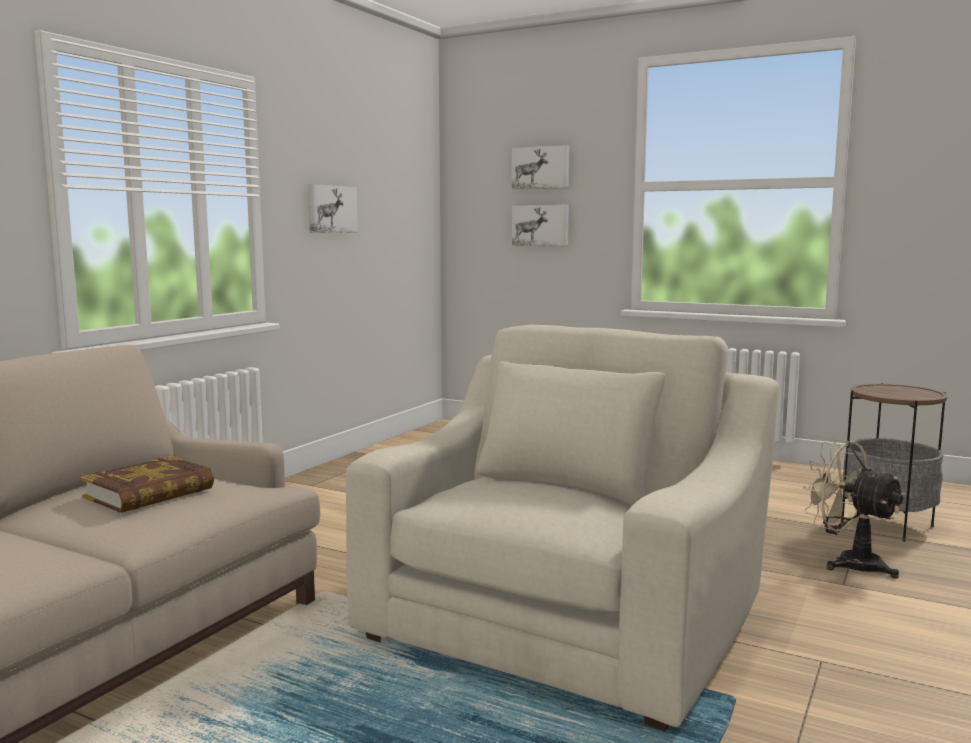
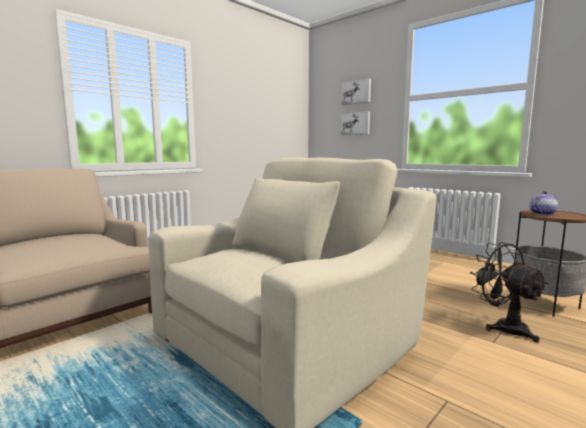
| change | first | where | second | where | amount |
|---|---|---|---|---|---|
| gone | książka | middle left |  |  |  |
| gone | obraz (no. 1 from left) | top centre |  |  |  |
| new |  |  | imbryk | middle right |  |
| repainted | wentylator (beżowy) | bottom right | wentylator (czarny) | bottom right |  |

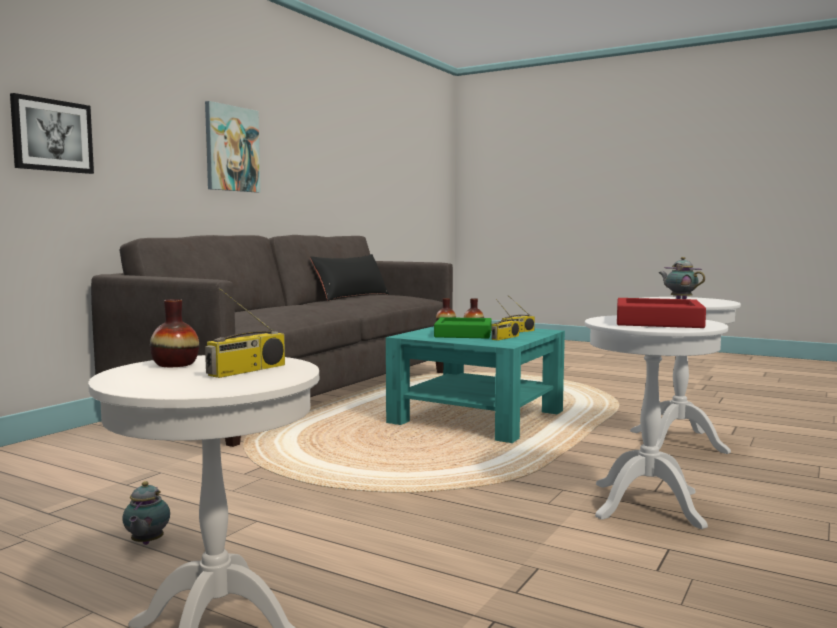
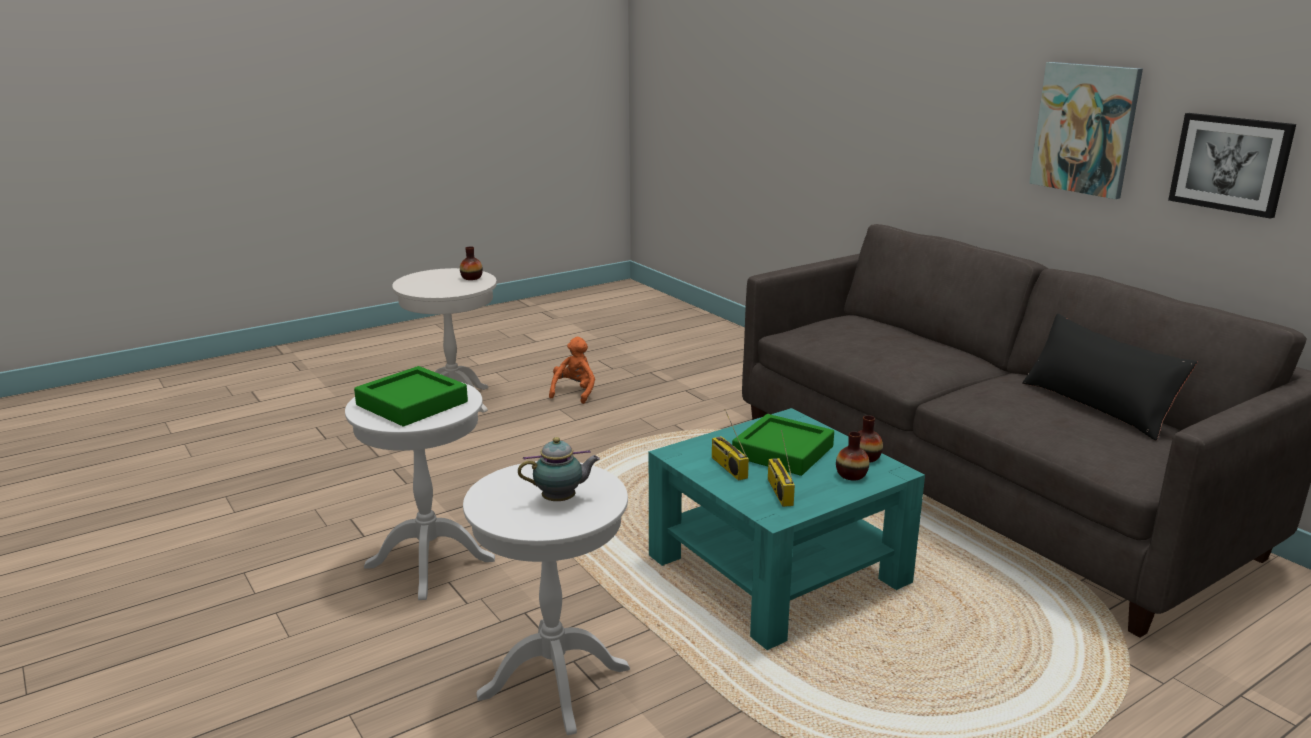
| change | first | where | second | where | amount |
|---|---|---|---|---|---|
| gone | radio (no. 1 from left) | middle left |  |  |  |
| shifted | obraz (no. 1 from left in the first image) | top left | obraz (no. 2 from left) | top right |  |
| swapped | imbryk (no. 1 from left) | bottom left | pluszak (pomarańczowy) | centre |  |
| repainted | taca (czerwony) | middle right | taca (zielony) (no. 1 from left) | middle left |  |

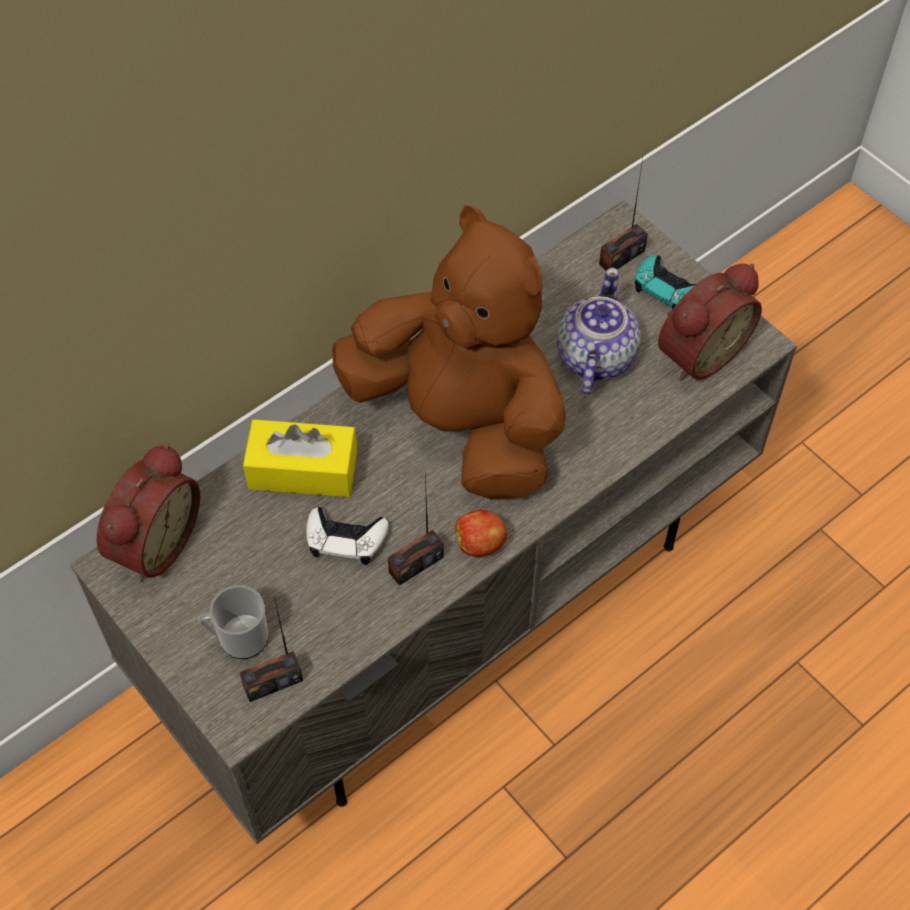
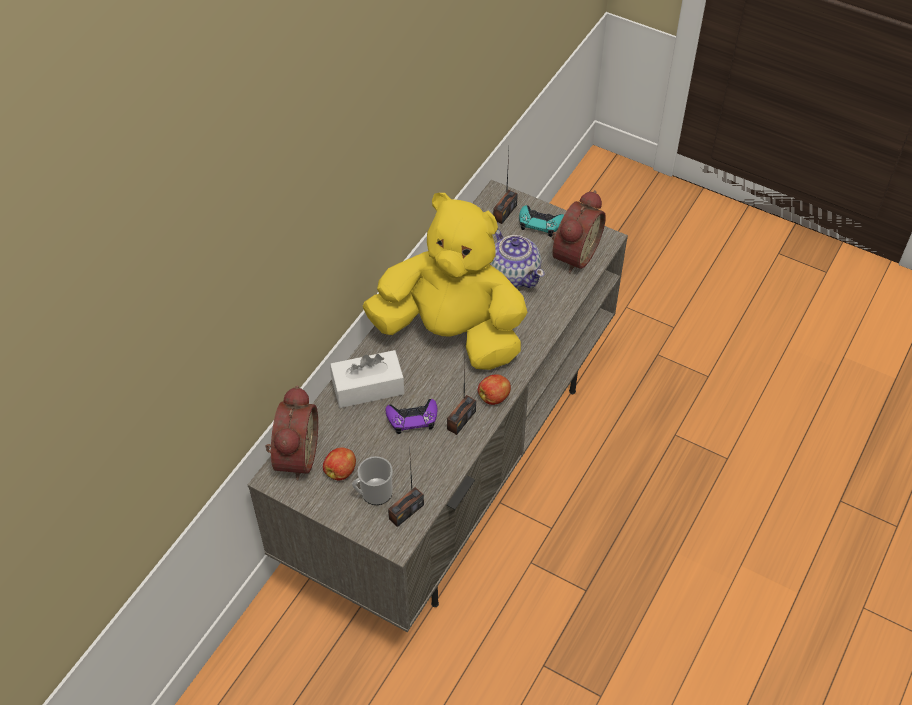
| change | first | where | second | where | amount |
|---|---|---|---|---|---|
| new |  |  | jabłko (no. 1 from left) | centre |  |
| repainted | pudełko chusteczek (żółty) | middle left | pudełko chusteczek (biały) | centre |  |
| repainted | pad do gier (biały) | centre | pad do gier (fioletowy) | centre |  |
| repainted | pluszak (brązowy) | centre | pluszak (żółty) | centre |  |
| rotated | imbryk | centre |  | centre | 150 degrees clockwise |

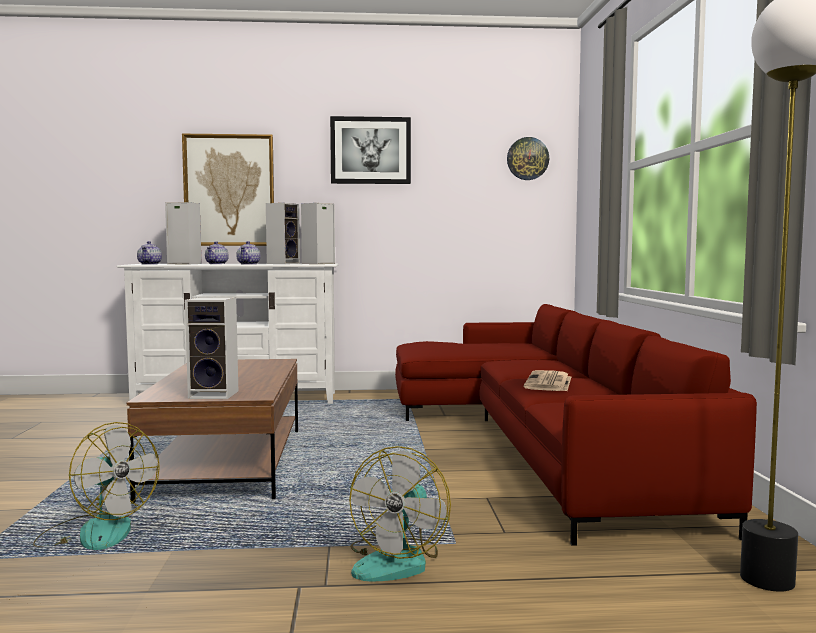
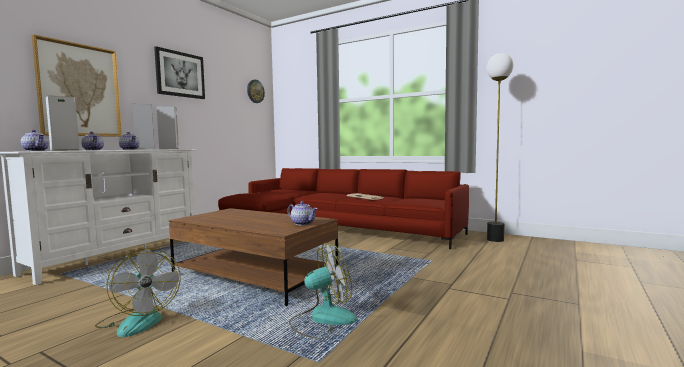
| change | first | where | second | where | amount |
|---|---|---|---|---|---|
| shifted | wentylator (no. 2 from left in the first image) | bottom centre | wentylator (no. 1 from left) | bottom left |  |
| swapped | głośnik (no. 2 from left) | middle left | imbryk (no. 4 from left) | centre |  |

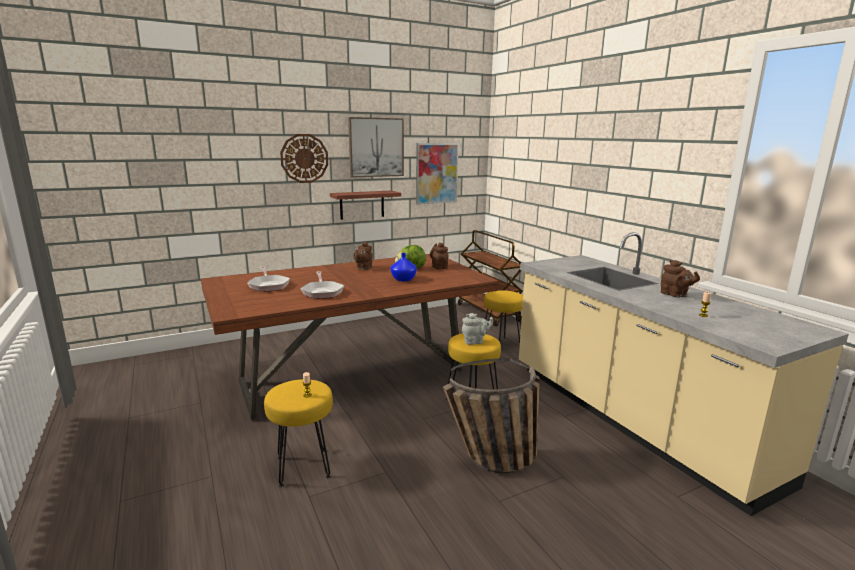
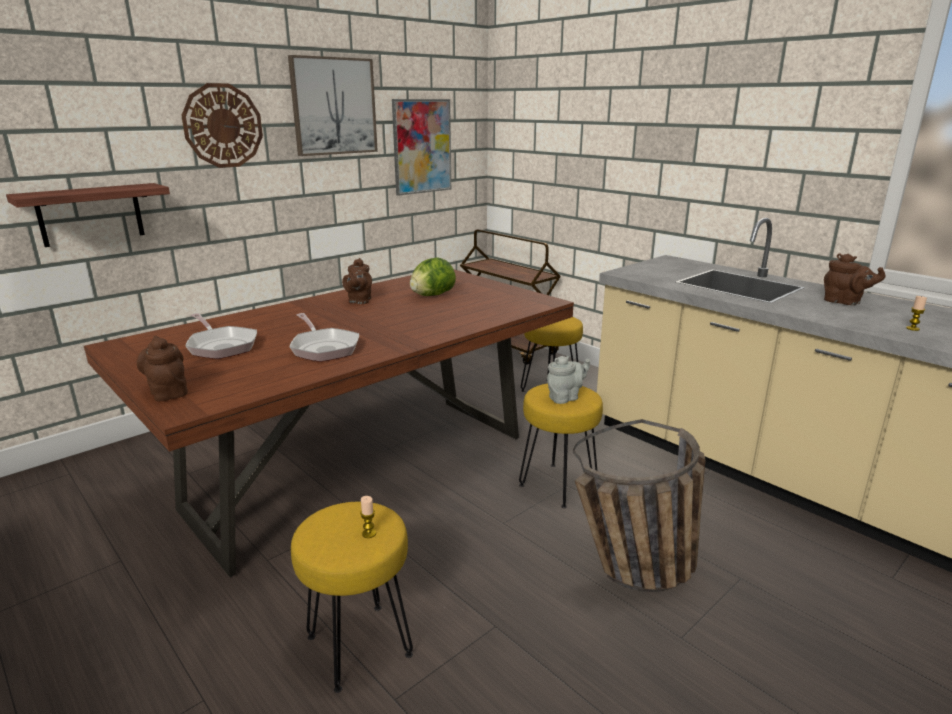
| change | first | where | second | where | amount |
|---|---|---|---|---|---|
| gone | wazon (niebieski) | centre |  |  |  |
| shifted | półka | centre |  | top left |  |
| shifted | imbryk (brązowy) (no. 2 from left in the first image) | centre | imbryk (brązowy) (no. 1 from left) | middle left |  |

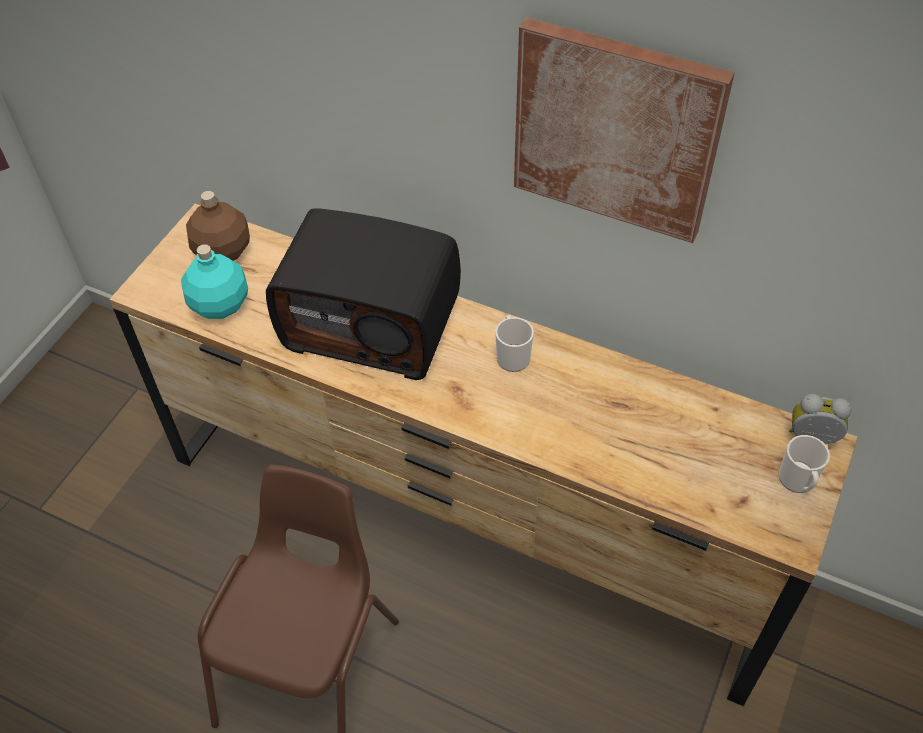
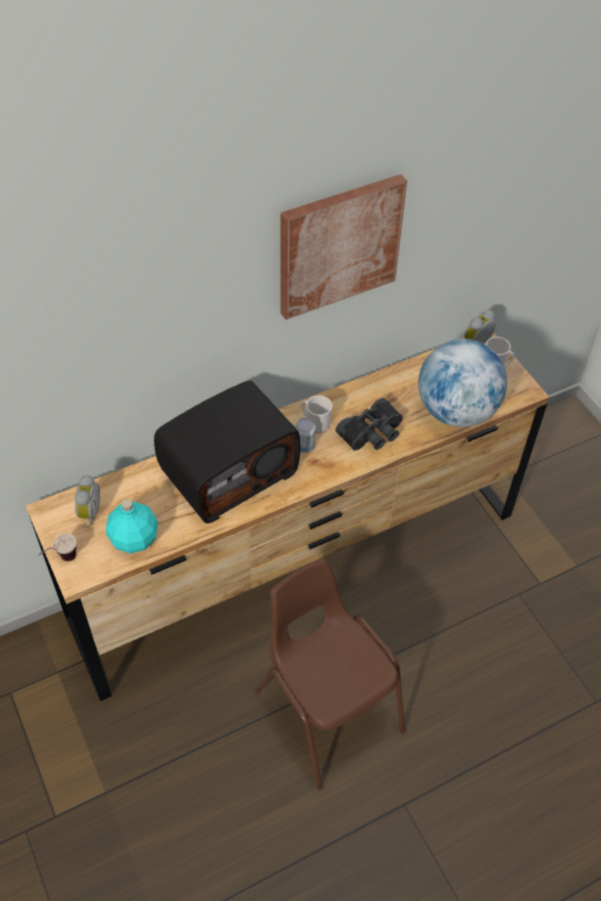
| change | first | where | second | where | amount |
|---|---|---|---|---|---|
| new |  |  | filiżanka | middle left |  |
| new |  |  | puszka | centre |  |
| new |  |  | lornetka (czarny) | centre |  |
| new |  |  | globus | middle right |  |
| swapped | butelka (brązowy) | top left | budzik (no. 1 from left) | middle left |  |

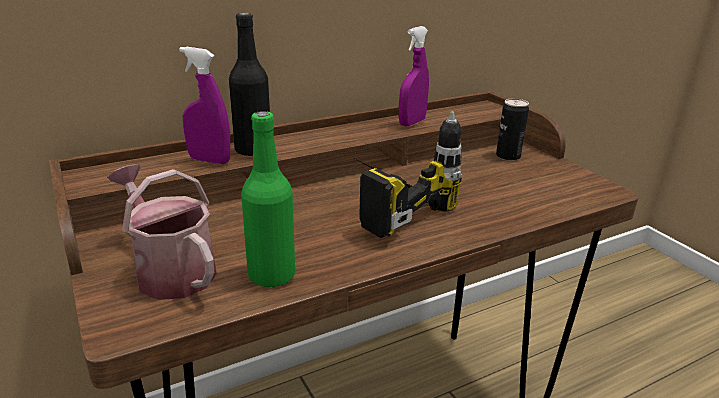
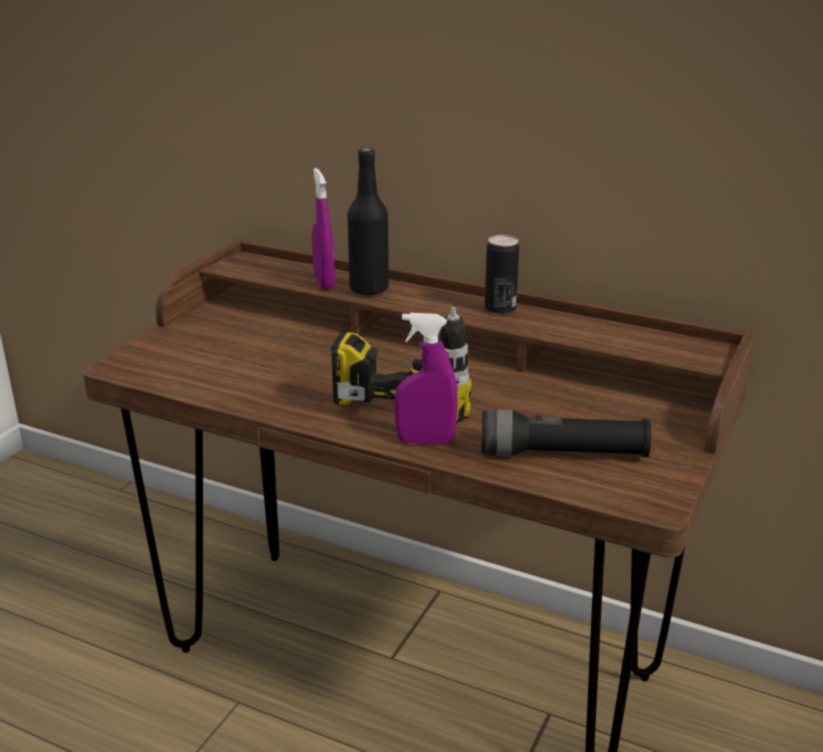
| change | first | where | second | where | amount |
|---|---|---|---|---|---|
| gone | konewka | middle left |  |  |  |
| gone | butelka (zielony) | centre |  |  |  |
| new |  |  | latarka (czarny) | middle right |  |
| shifted | spryskiwacz (fioletowy) (no. 2 from left) | top centre |  | centre |  |
| shifted | puszka | top right |  | centre |  |

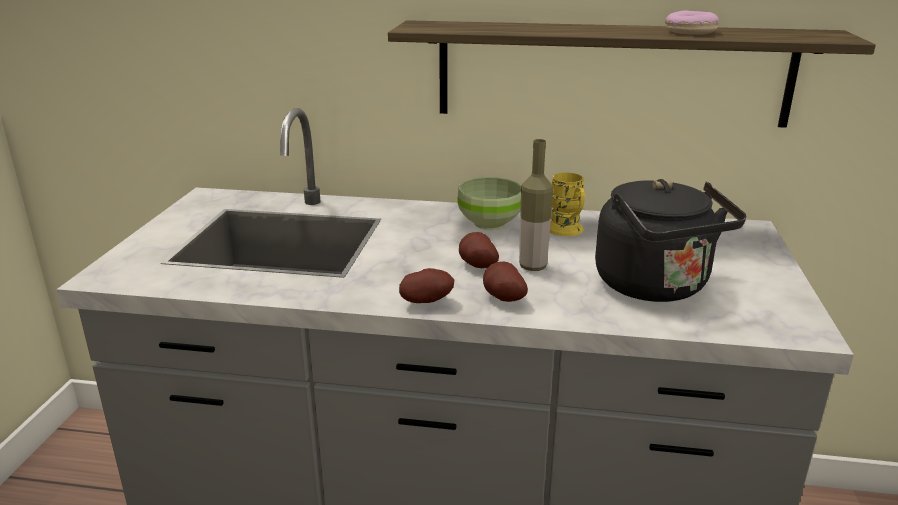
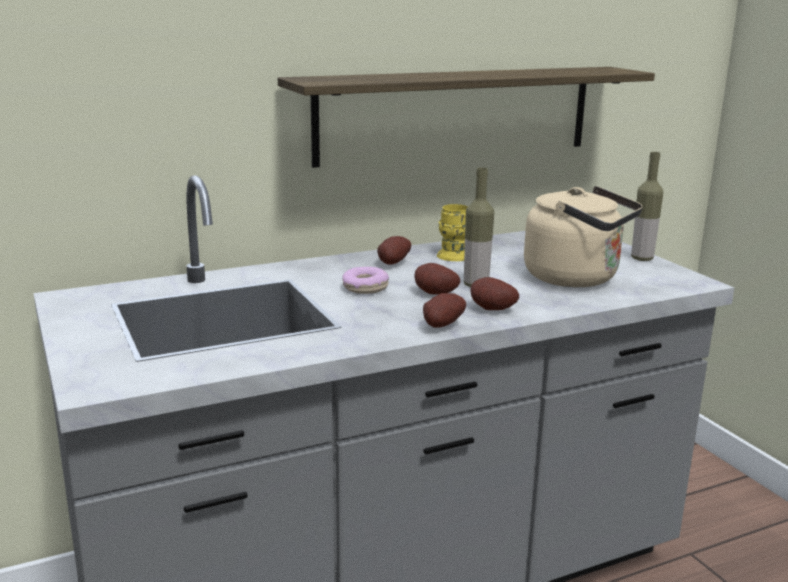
| change | first | where | second | where | amount |
|---|---|---|---|---|---|
| new |  |  | butelka (no. 2 from left) | middle right |  |
| shifted | donut | top right |  | centre |  |
| swapped | miska (zielony) | centre | ziemniak (no. 1 from left) | centre |  |
| repainted | czajnik (czarny) | middle right | czajnik (beżowy) | middle right |  |

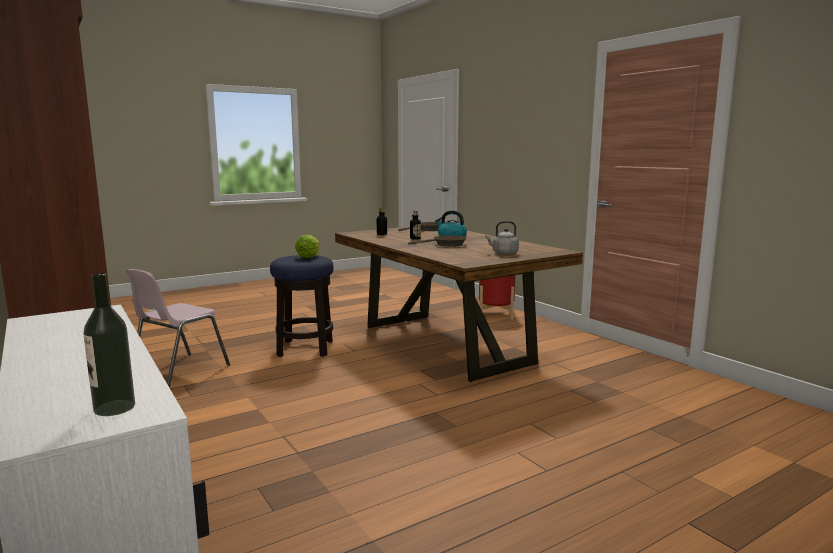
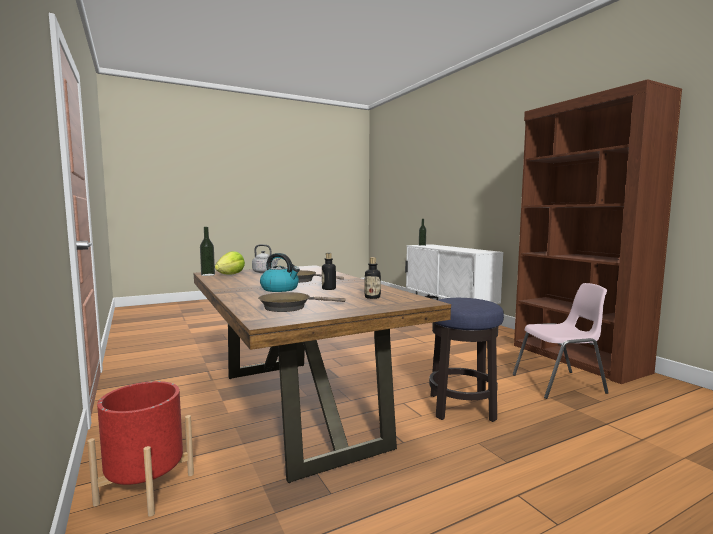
| change | first | where | second | where | amount |
|---|---|---|---|---|---|
| new |  |  | butelka (no. 1 from left) | middle left |  |
| shifted | sałata | centre |  | middle left |  |
| rotated | krzesło (różowy) | middle left |  | middle right | 45 degrees clockwise |

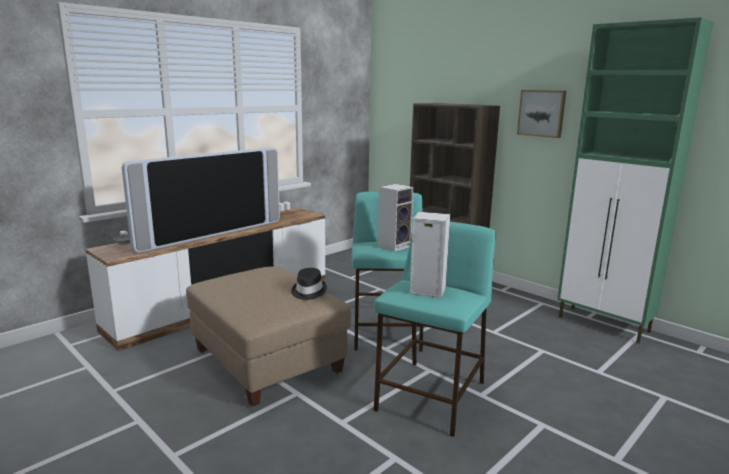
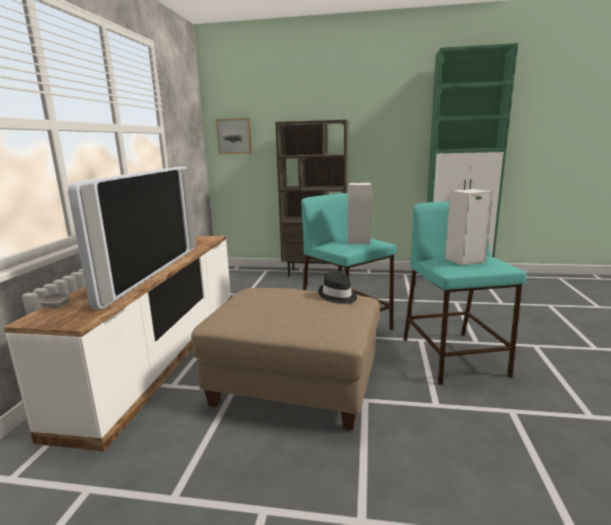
| change | first | where | second | where | amount |
|---|---|---|---|---|---|
| shifted | obraz | top right |  | top centre |  |

